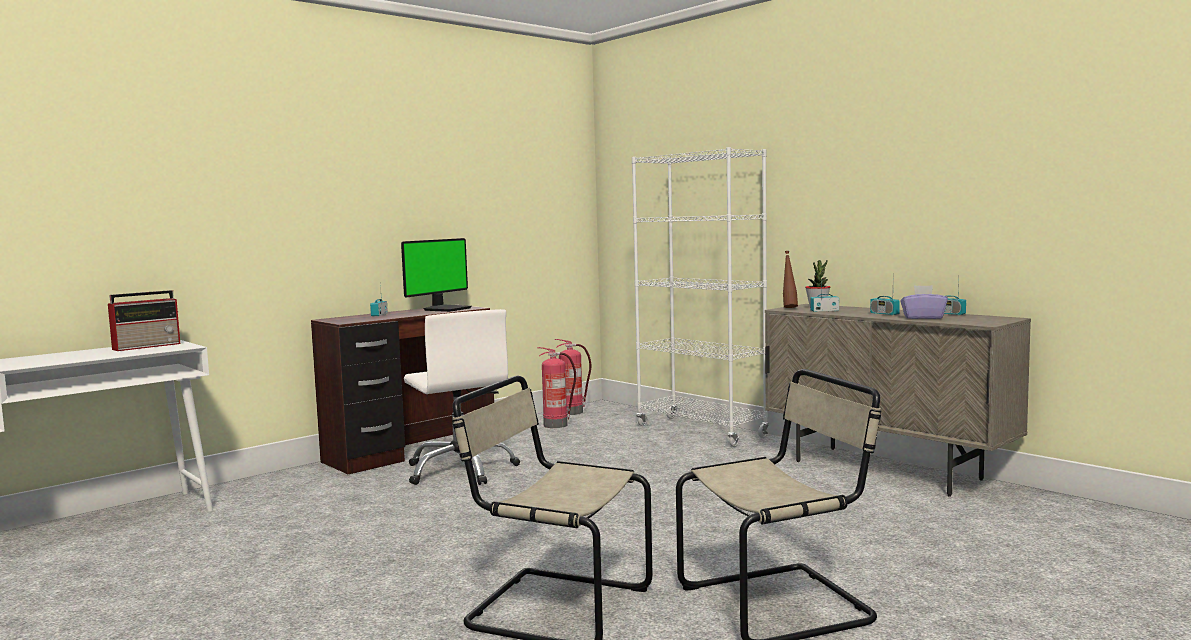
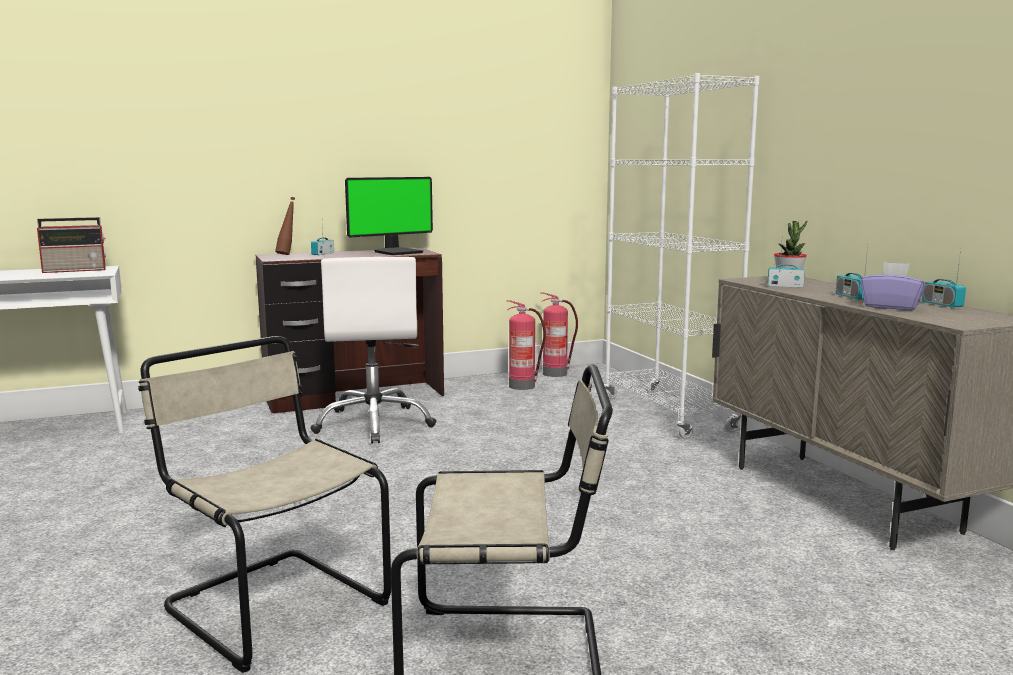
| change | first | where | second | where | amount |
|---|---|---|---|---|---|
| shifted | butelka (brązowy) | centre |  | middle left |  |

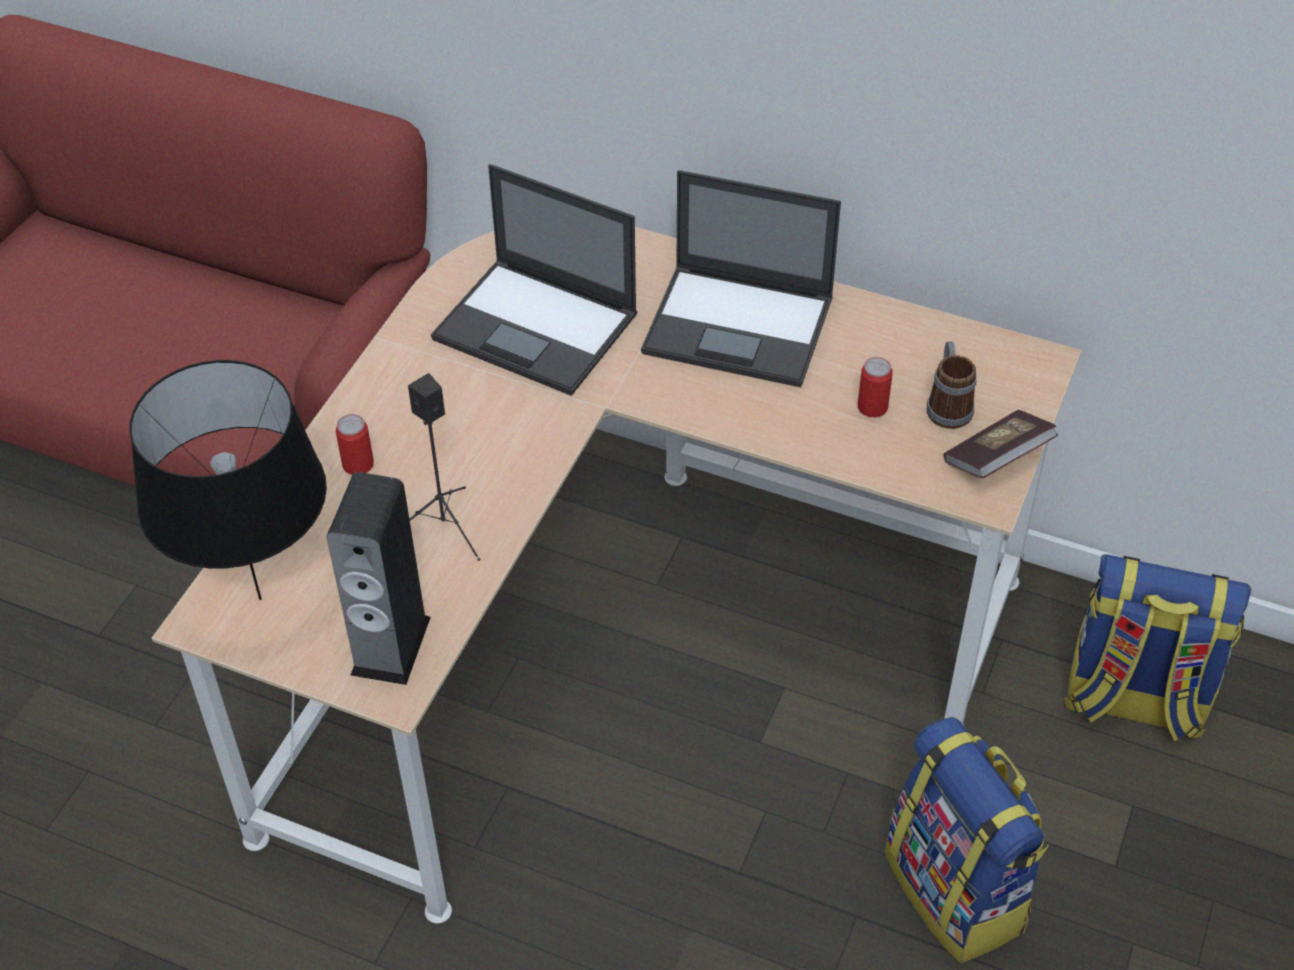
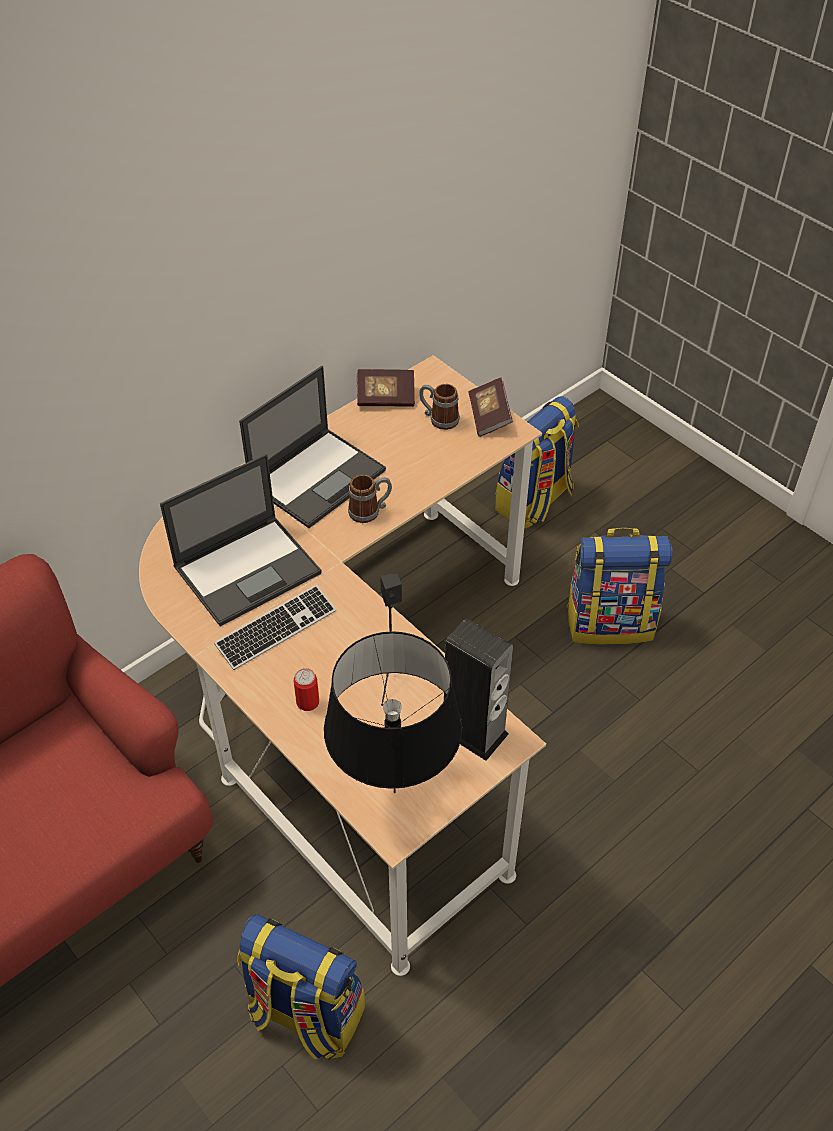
| change | first | where | second | where | amount |
|---|---|---|---|---|---|
| gone | puszka (no. 2 from left) | middle right |  |  |  |
| new |  |  | klawiatura | middle left |  |
| new |  |  | plecak (no. 1 from left) | bottom centre |  |
| new |  |  | kubek (no. 1 from left) | centre |  |
| new |  |  | książka (no. 1 from left) | centre |  |

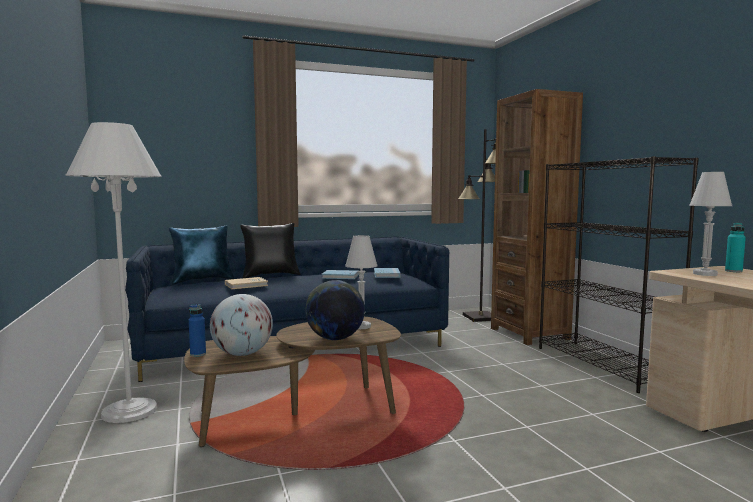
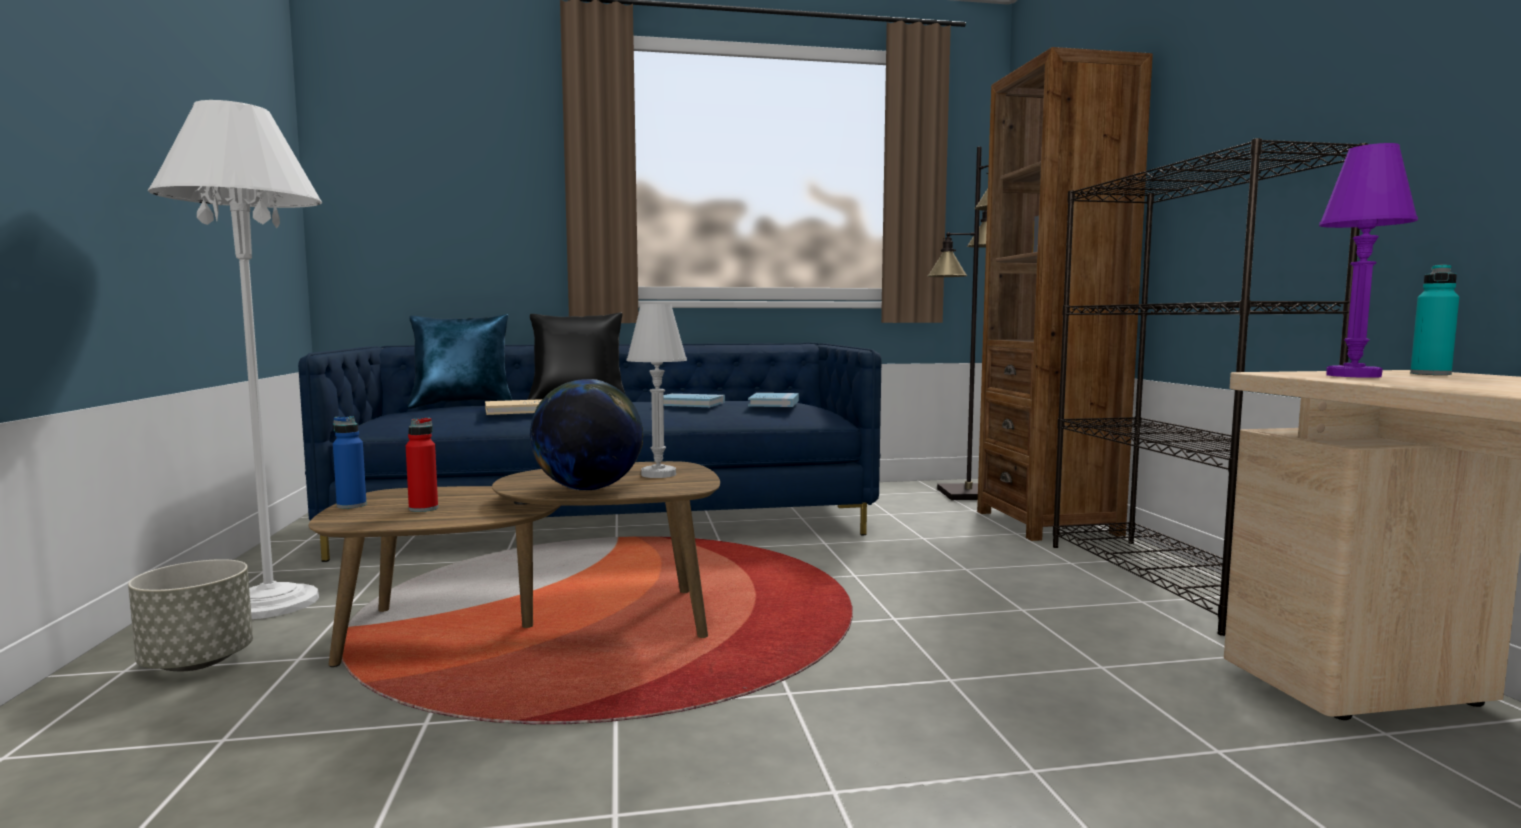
| change | first | where | second | where | amount |
|---|---|---|---|---|---|
| new |  |  | donica (szary) | bottom left |  |
| swapped | globus (no. 1 from left) | middle left | butelka (czerwony) | middle left |  |
| repainted | lampa stołowa (biały) (no. 2 from left) | middle right | lampa stołowa (fioletowy) | top right |  |

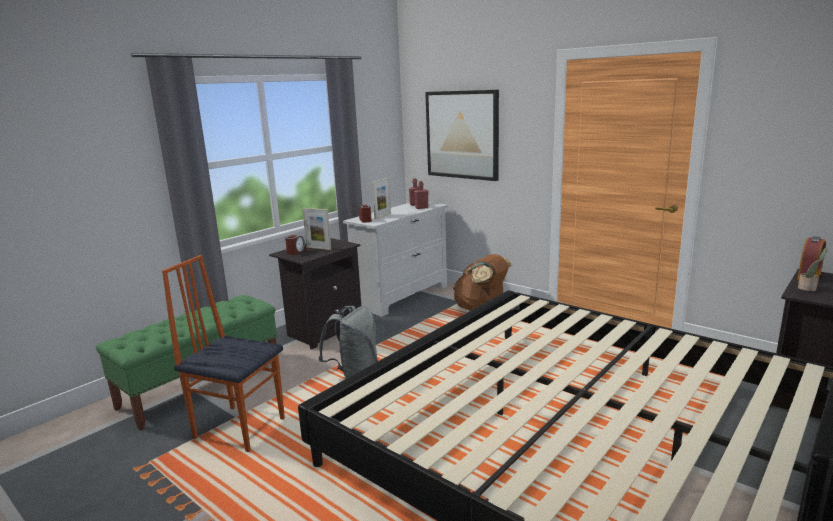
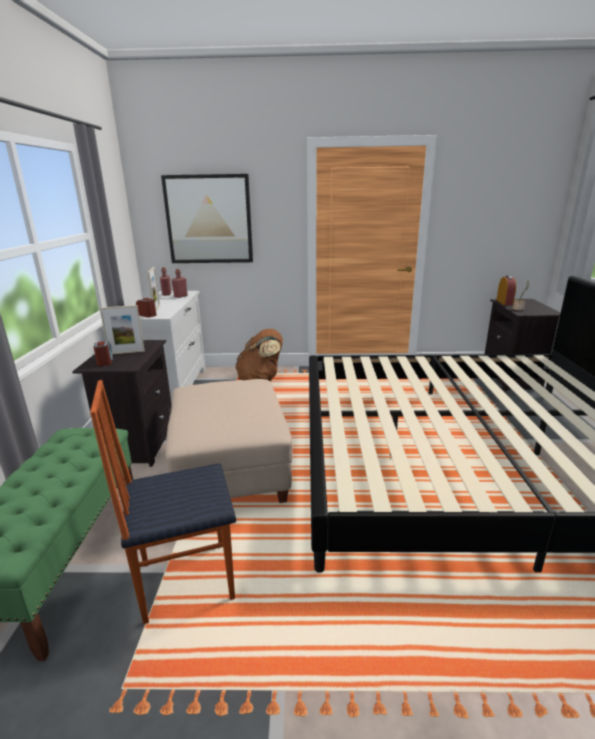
| change | first | where | second | where | amount |
|---|---|---|---|---|---|
| swapped | plecak (szary) | centre | pufa (beżowy) | centre |  |

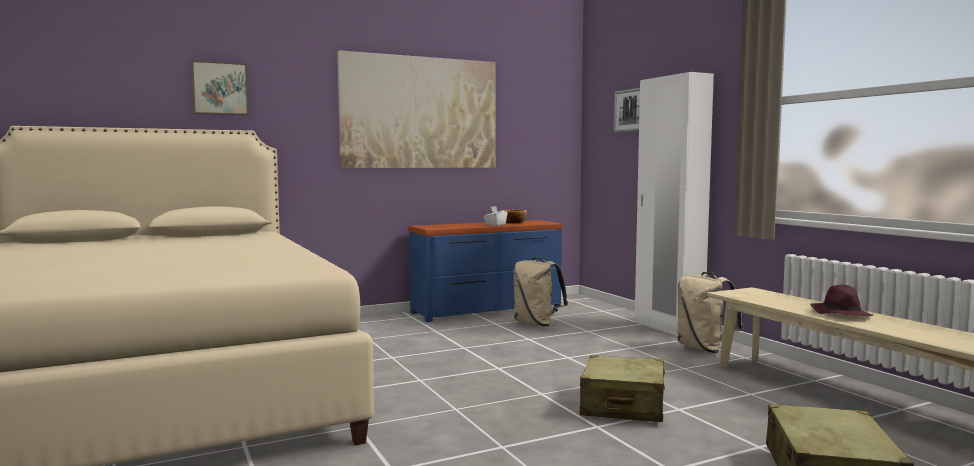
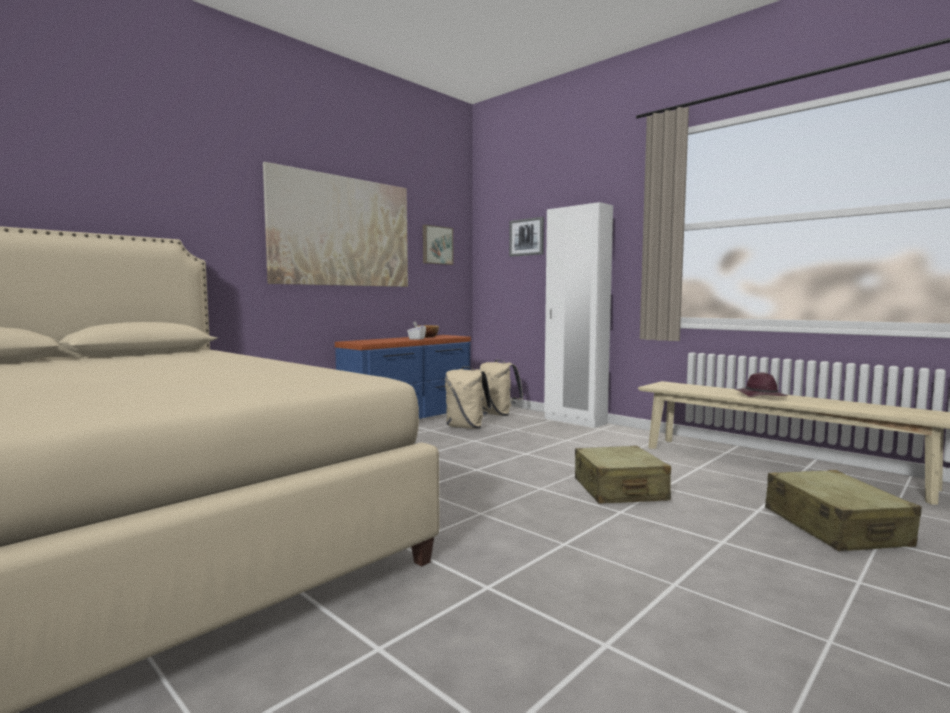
| change | first | where | second | where | amount |
|---|---|---|---|---|---|
| shifted | obraz (no. 1 from left in the first image) | top left | obraz (no. 2 from left) | centre |  |
| shifted | plecak (beżowy) (no. 2 from left) | bottom right |  | centre |  |

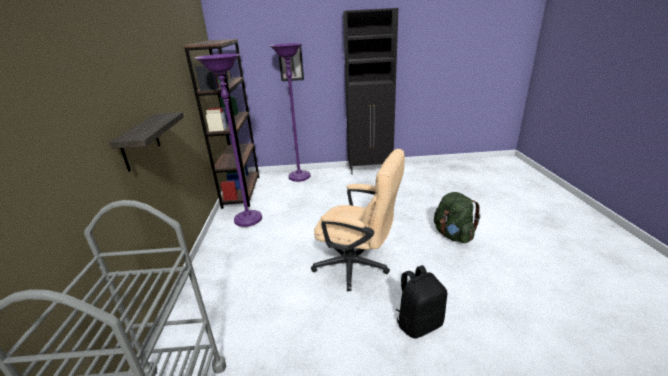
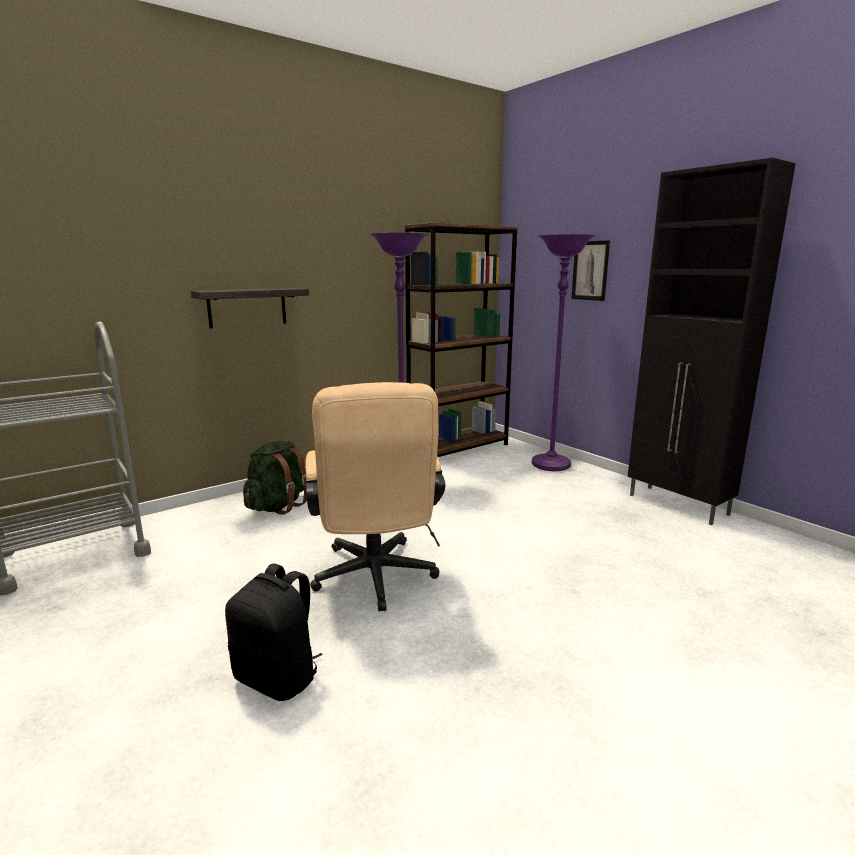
| change | first | where | second | where | amount |
|---|---|---|---|---|---|
| shifted | plecak (zielony) | middle right |  | middle left |  |

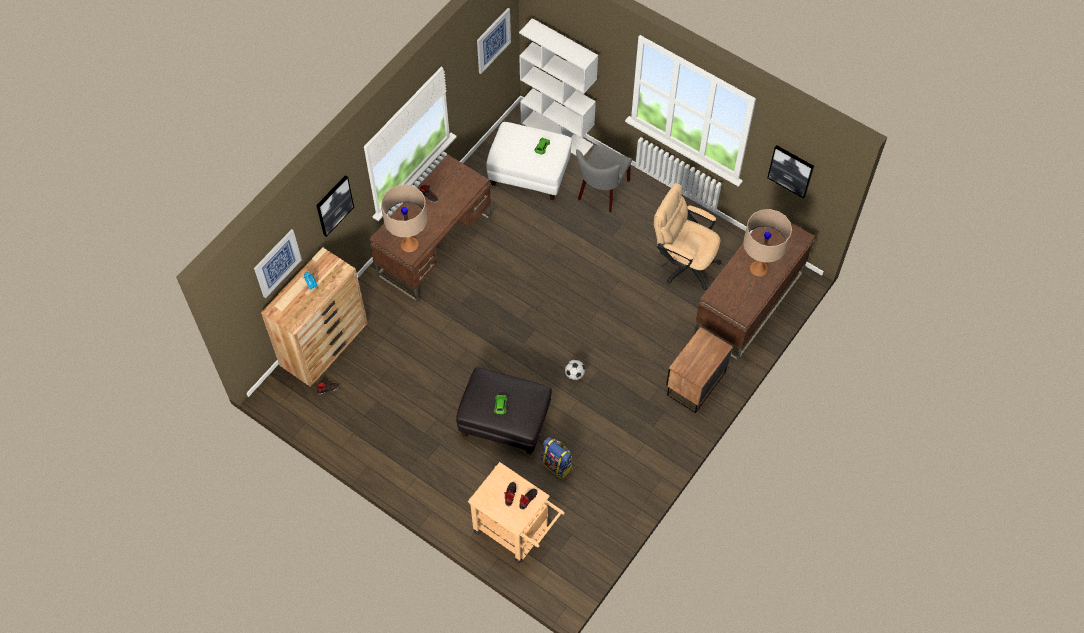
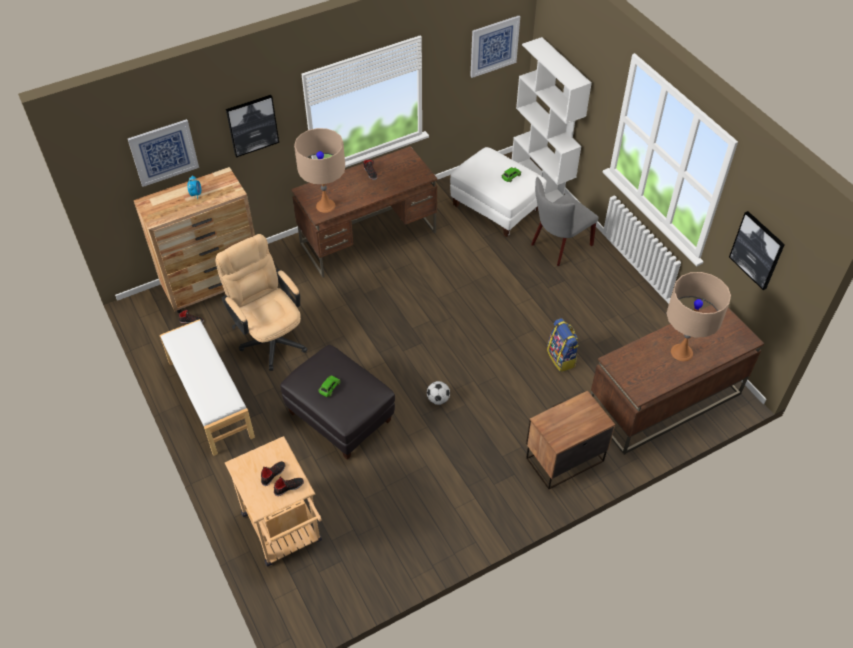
| change | first | where | second | where | amount |
|---|---|---|---|---|---|
| new |  |  | ławka (biały) | middle left |  |
| shifted | plecak | bottom centre |  | centre |  |
| shifted | krzesło biurowe (beżowy) | centre |  | middle left |  |

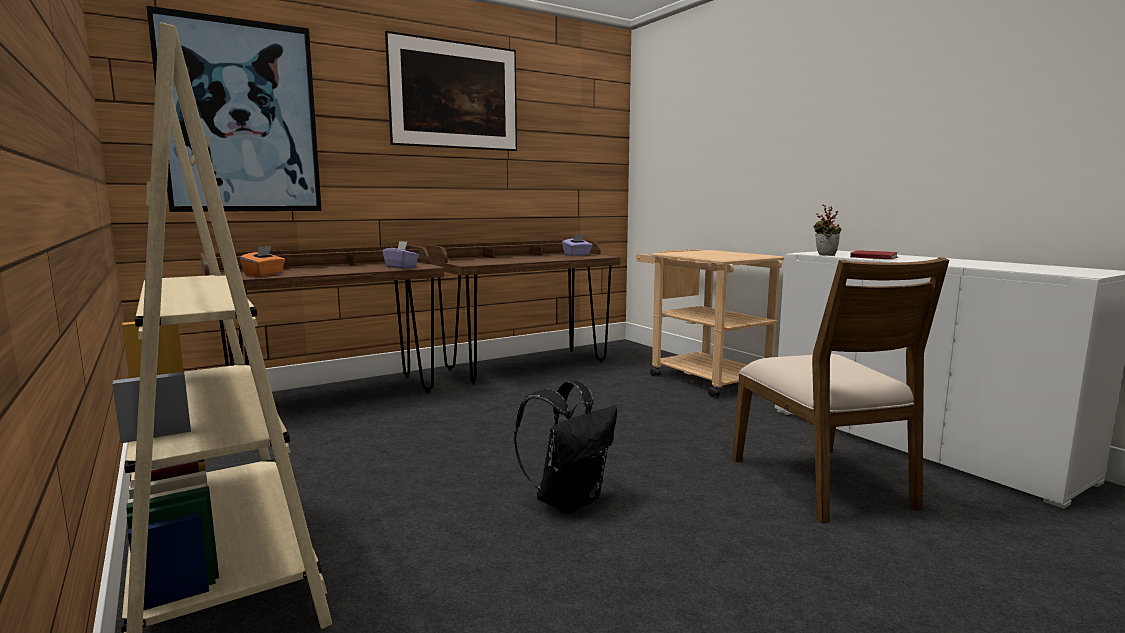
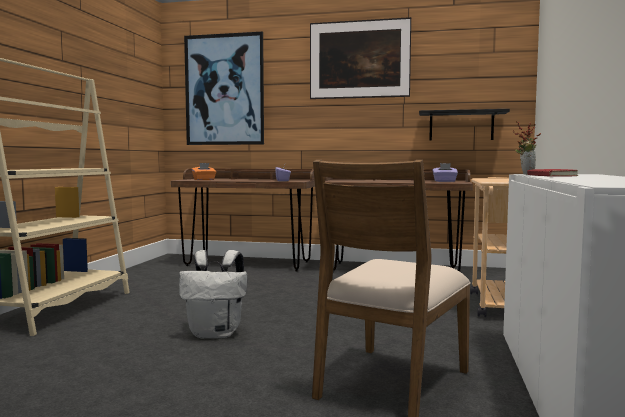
| change | first | where | second | where | amount |
|---|---|---|---|---|---|
| new |  |  | półka (czarny) | top right |  |
| repainted | plecak (czarny) | bottom centre | plecak (biały) | bottom centre |  |

